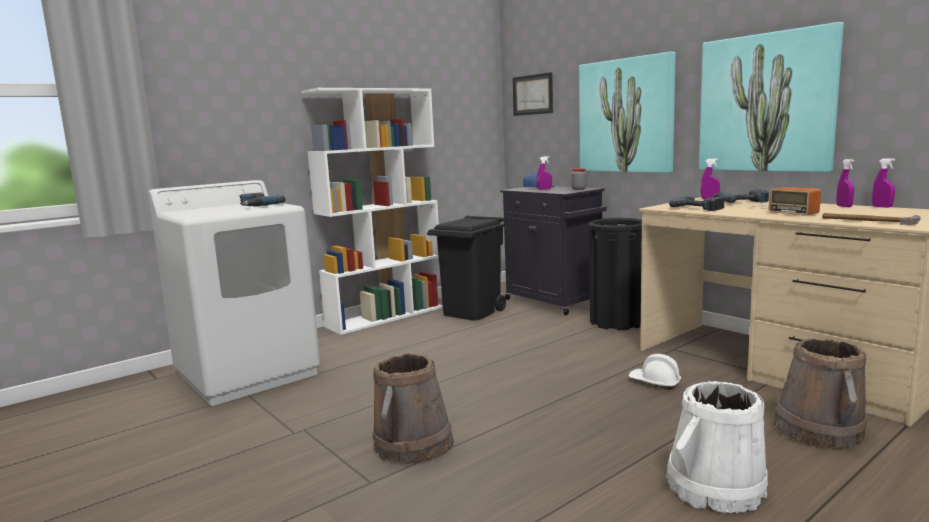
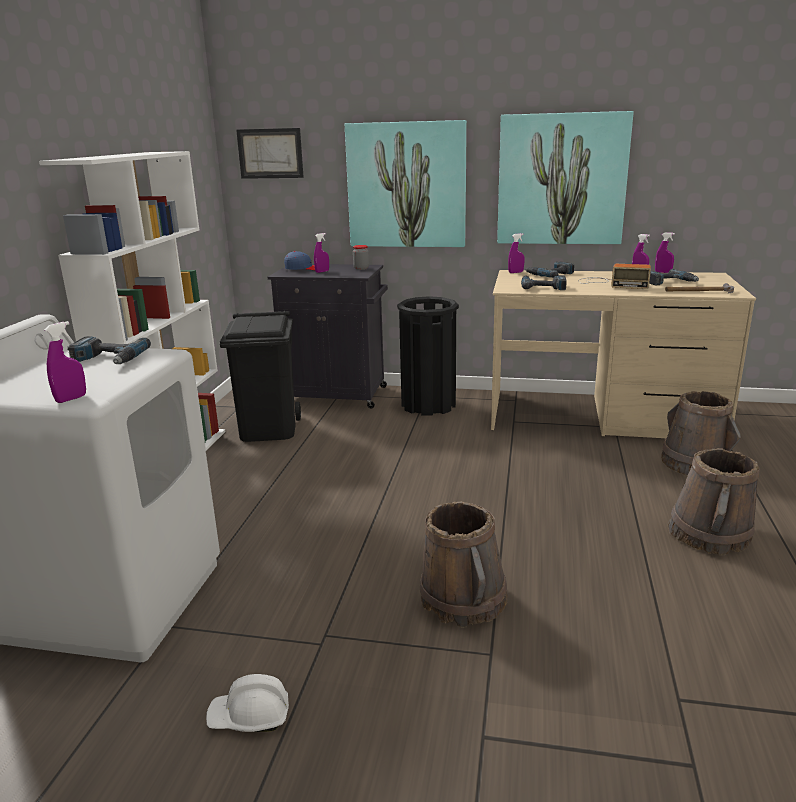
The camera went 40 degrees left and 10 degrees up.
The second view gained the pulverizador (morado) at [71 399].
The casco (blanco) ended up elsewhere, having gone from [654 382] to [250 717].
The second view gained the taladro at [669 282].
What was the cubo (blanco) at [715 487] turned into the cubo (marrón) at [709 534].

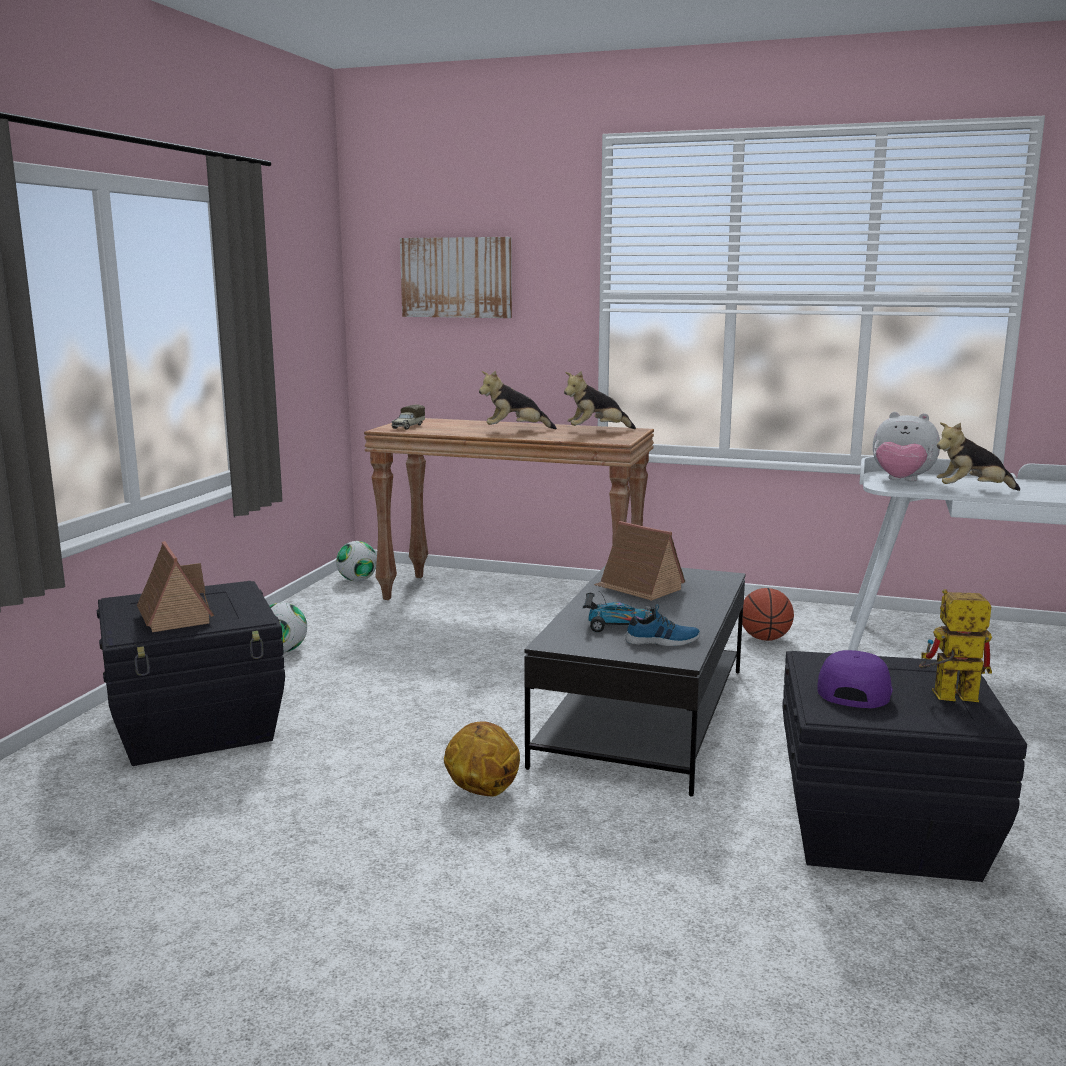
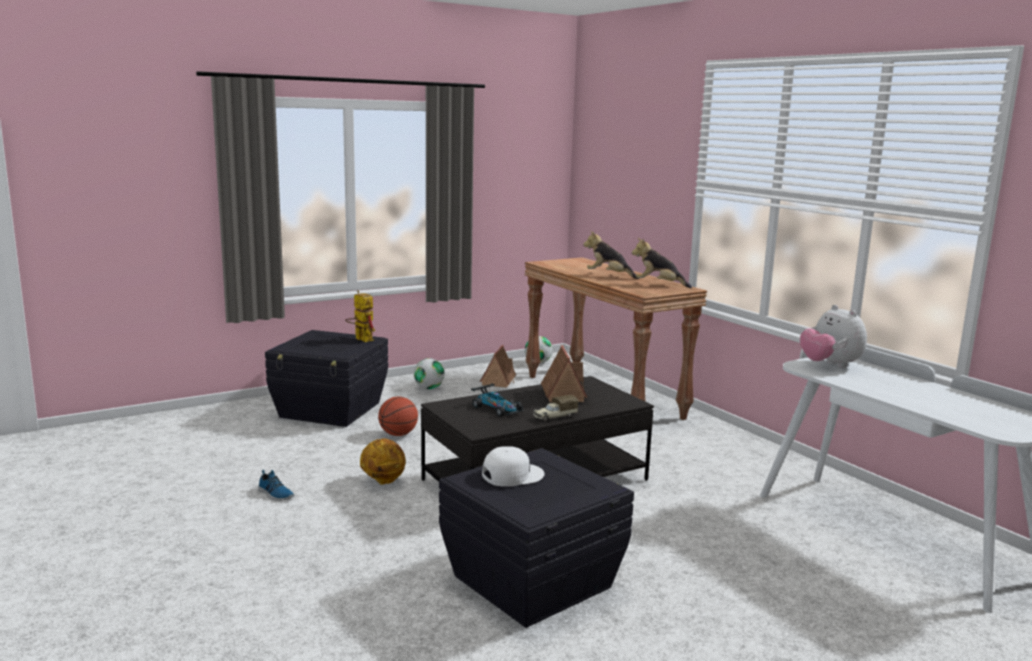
The camera went 40 degrees right and 0 degrees up.
The zapato ended up elsewhere, having gone from [662 641] to [275 494].
The robot de juguete ended up elsewhere, having gone from [946 697] to [360 339].
The balón de baloncesto ended up elsewhere, having gone from [765 639] to [398 434].
The casita ended up elsewhere, having gone from [174 616] to [498 381].
What was the gorra (morado) at [853 690] turned into the gorra (blanco) at [512 475].
The camión de juguete ended up elsewhere, having gone from [407 427] to [554 417].
The second view lost the cuadro at [456 277].
The second view lost the peluche at [972 491].

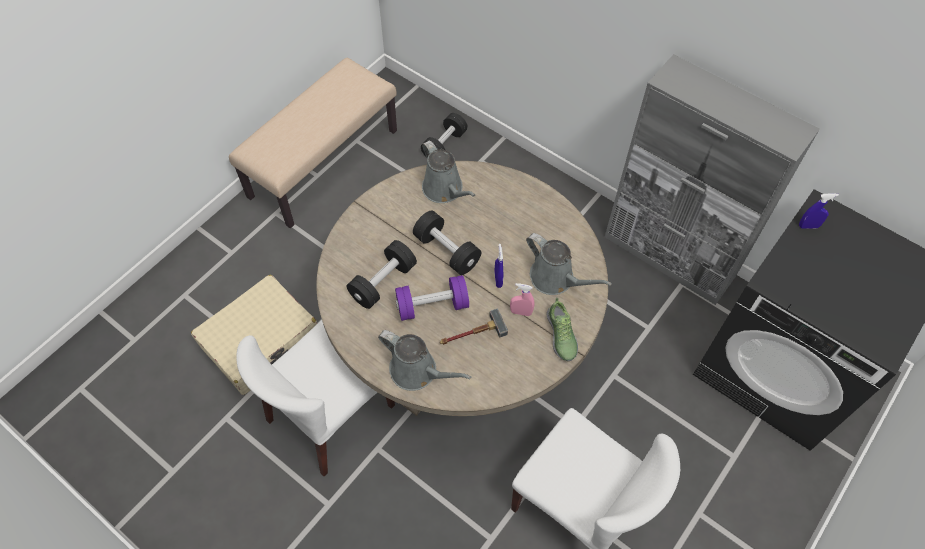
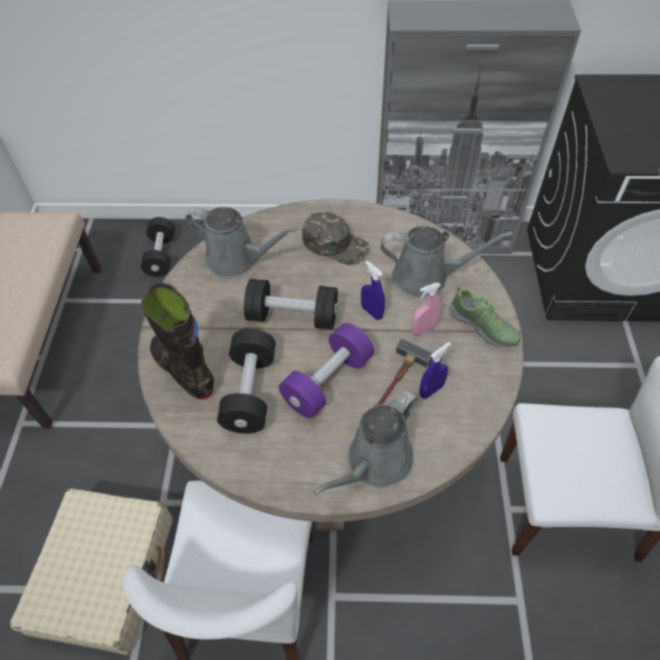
The camera went 35 degrees left and 5 degrees down.
The second view gained the bota (negro) at [184 371].
The second view gained the gorra (verde) at [336 244].
The regadera (gris) at [417 371] ended up facing another way, 135 degrees clockwise from before.
The pulverizador (azul) ended up elsewhere, having gone from [808 226] to [431 390].

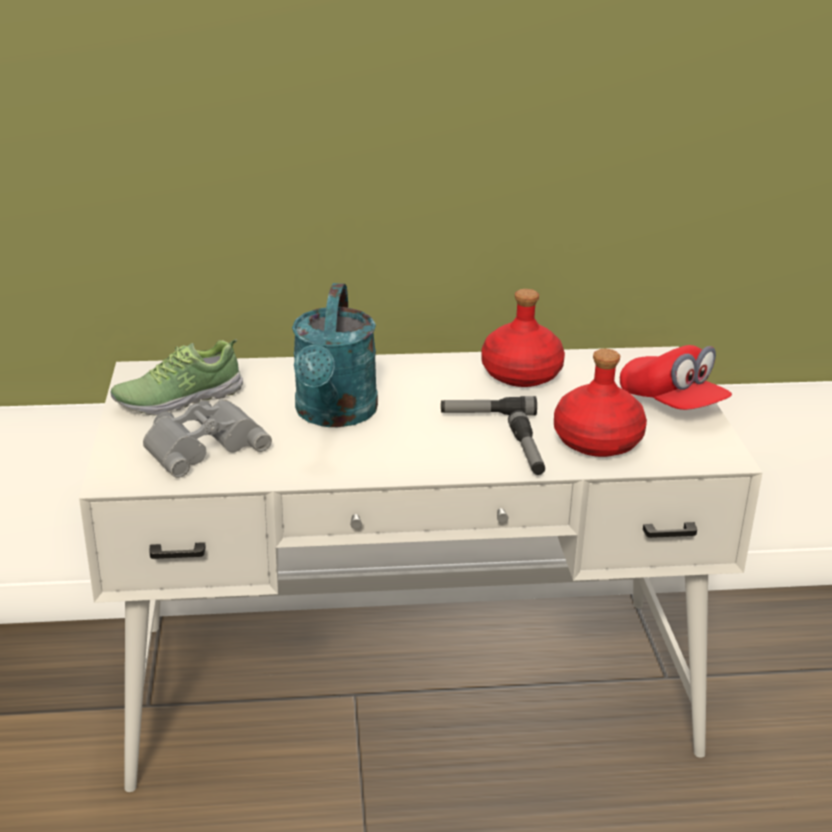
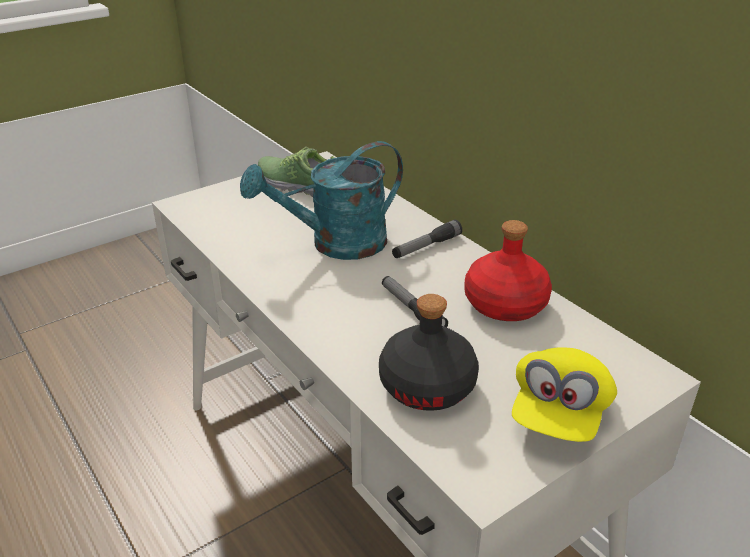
The camera went 60 degrees right and 5 degrees up.
What was the botella (rojo) at [596 441] turned into the botella (negro) at [427 385].
The linterna ended up elsewhere, having gone from [527 452] to [426 247].
What was the gorra (rojo) at [671 404] turned into the gorra (amarillo) at [558 413].
The second view lost the prismáticos (gris) at [203 445].

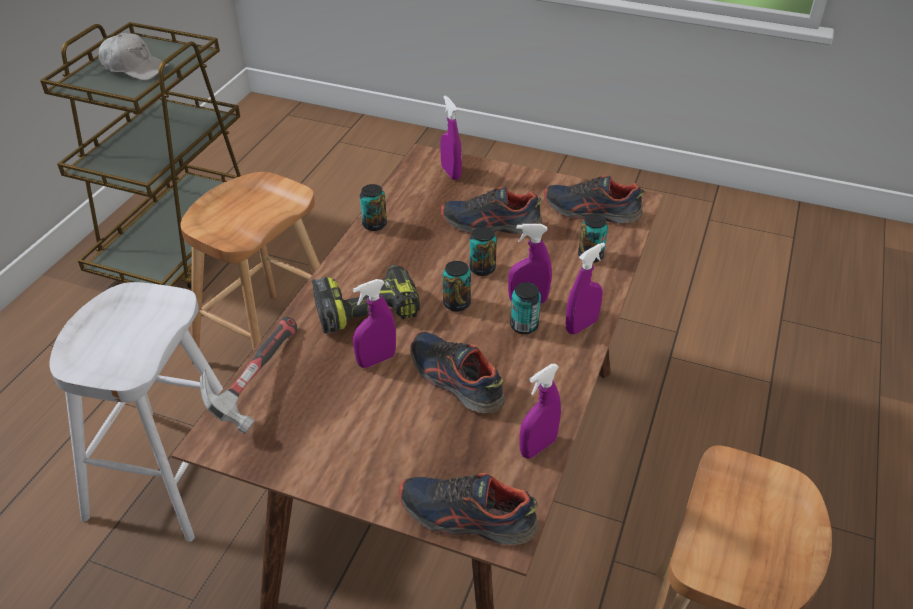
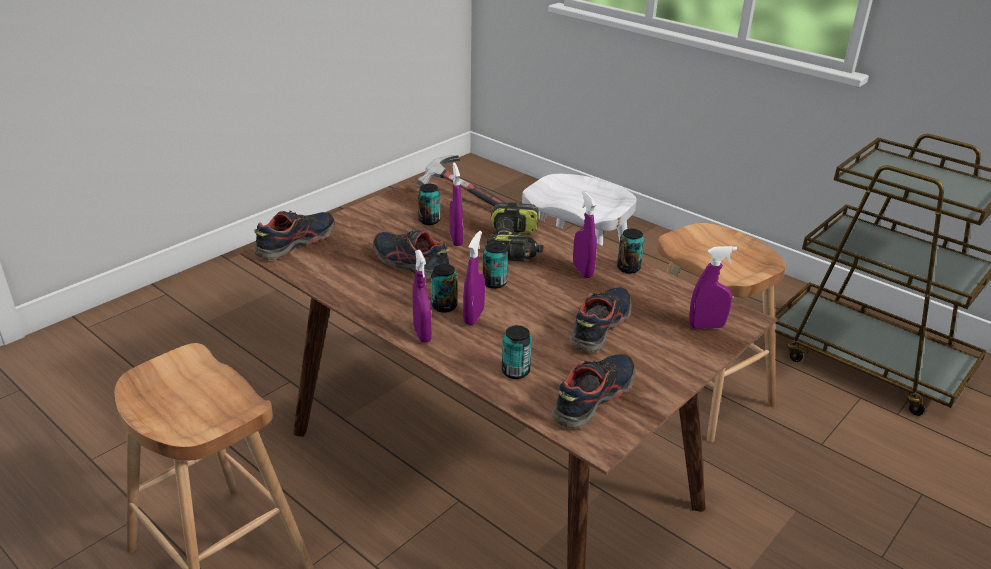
The camera went 110 degrees right and 10 degrees down.
The zapato at [455 380] ended up facing another way, 120 degrees counterclockwise from before.
The lata ended up elsewhere, having gone from [482 269] to [429 221].
The pulverizador (morado) ended up elsewhere, having gone from [538 447] to [582 271].
The second view lost the gorra (blanco) at [135 67].

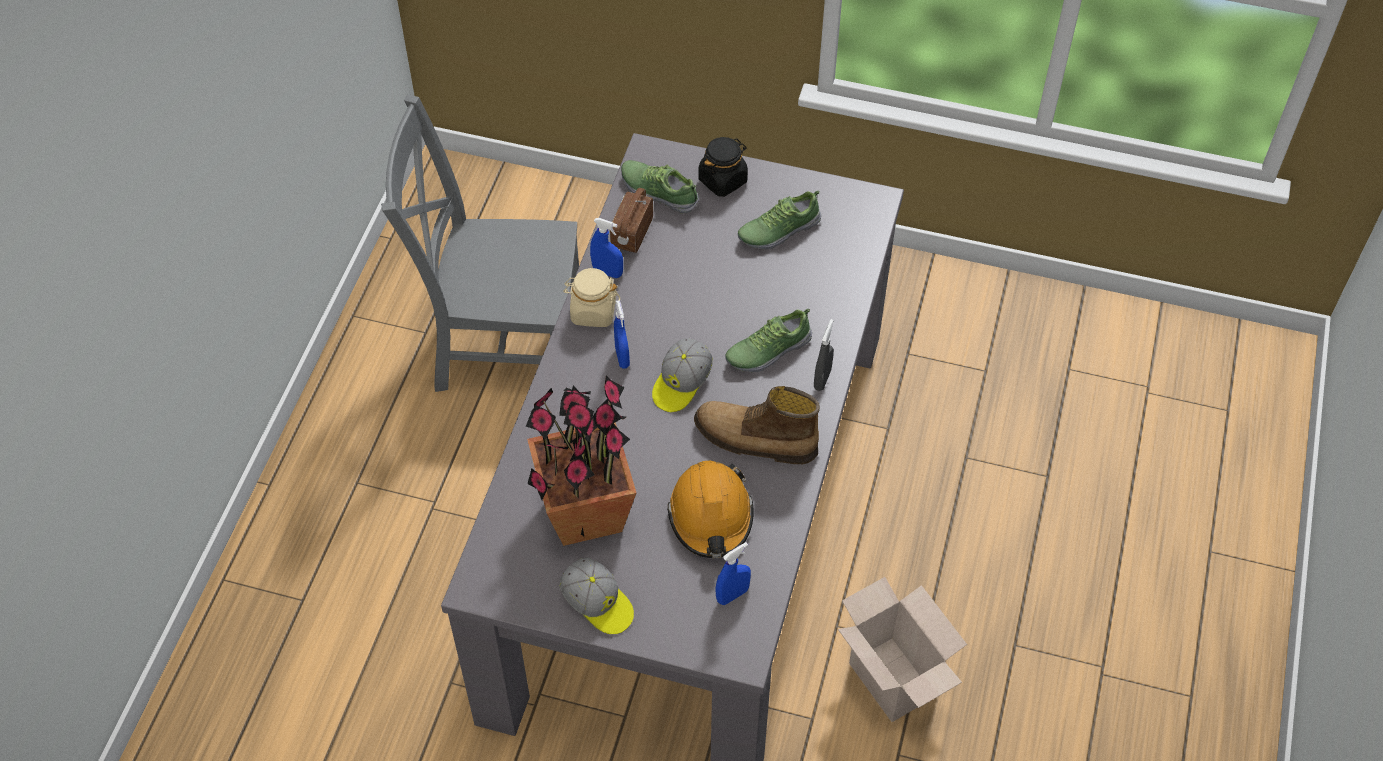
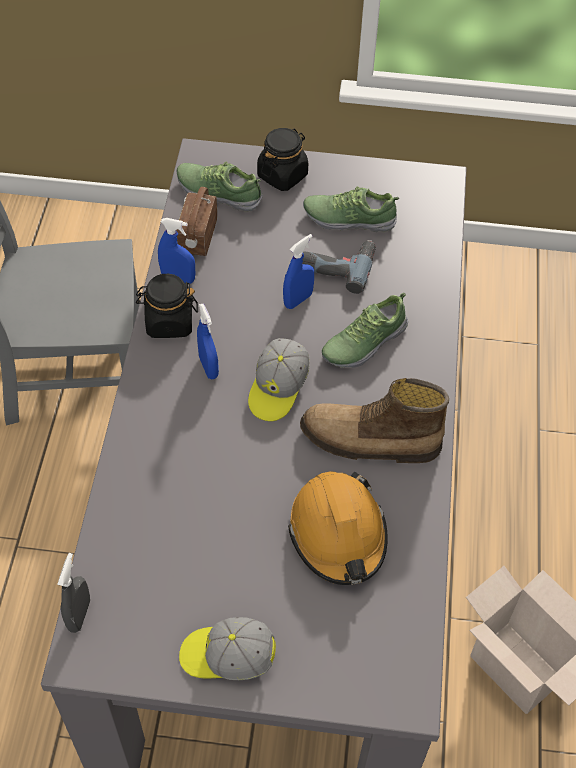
The camera went 10 degrees left and 0 degrees up.
The pulverizador (gris) ended up elsewhere, having gone from [822 379] to [79 615].
What was the tarro (beis) at [593 312] turned into the tarro (negro) at [169 322].
The gorra at [598 603] ended up facing another way, 150 degrees clockwise from before.
The pulverizador (azul) ended up elsewhere, having gone from [732 595] to [298 300].
The second view gained the taladro at [337 264].
The zapato at [778 230] ended up facing another way, 45 degrees clockwise from before.
The second view lost the planta en maceta at [585 513].

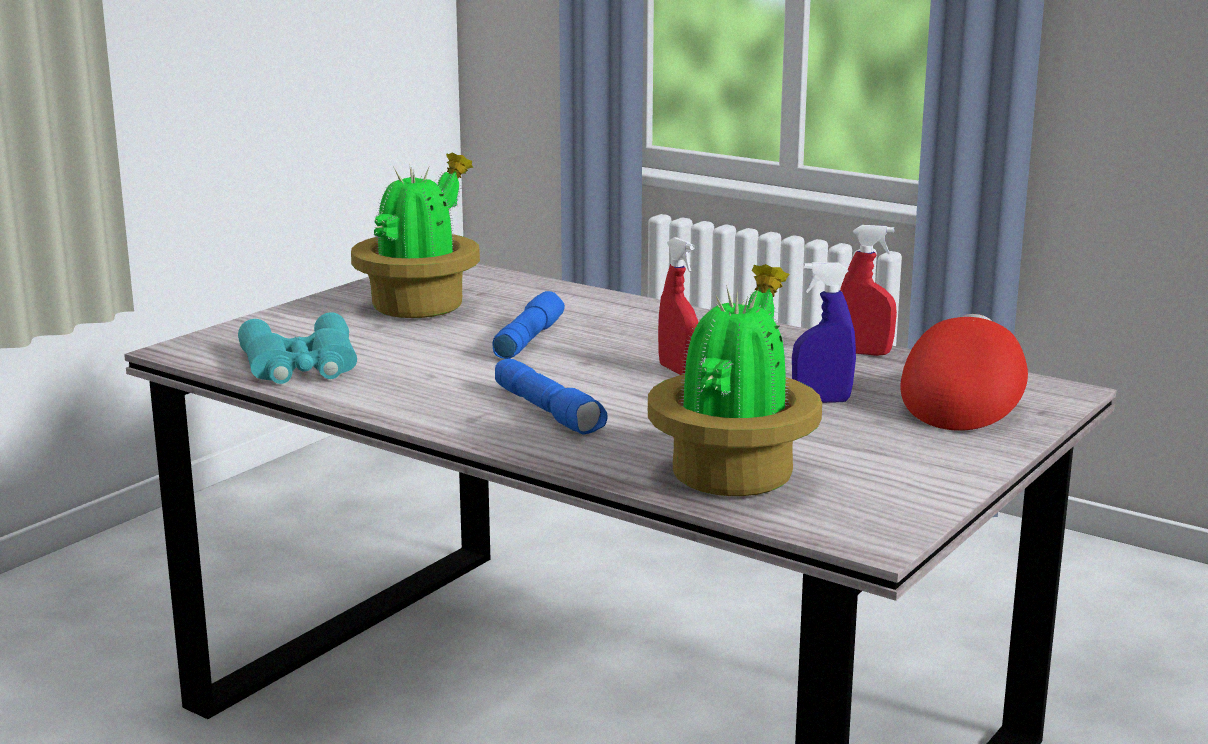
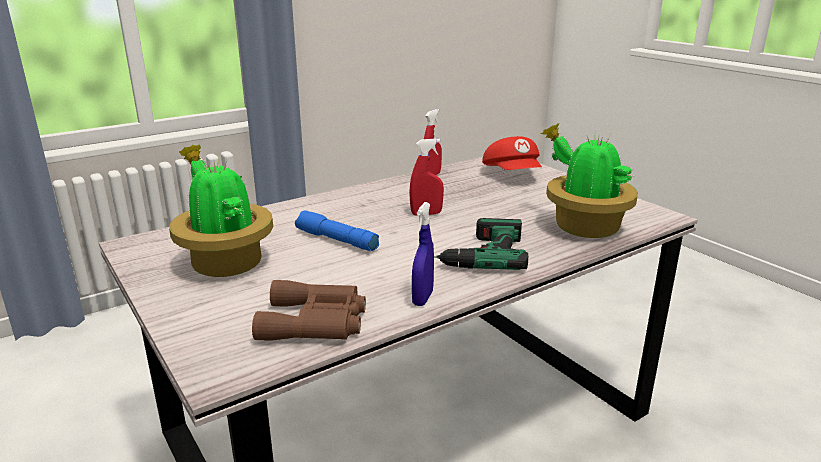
The camera went 70 degrees left and 5 degrees up.
What was the prismáticos (turquesa) at [299 365] turned into the prismáticos (marrón) at [316 322].
The pulverizador (azul) ended up elsewhere, having gone from [821 401] to [422 298].
Where the linterna (azul) stood at [549 411], the taladro came to stand at [472 253].
The gorra (rojo) at [962 405] ended up facing another way, 150 degrees counterclockwise from before.

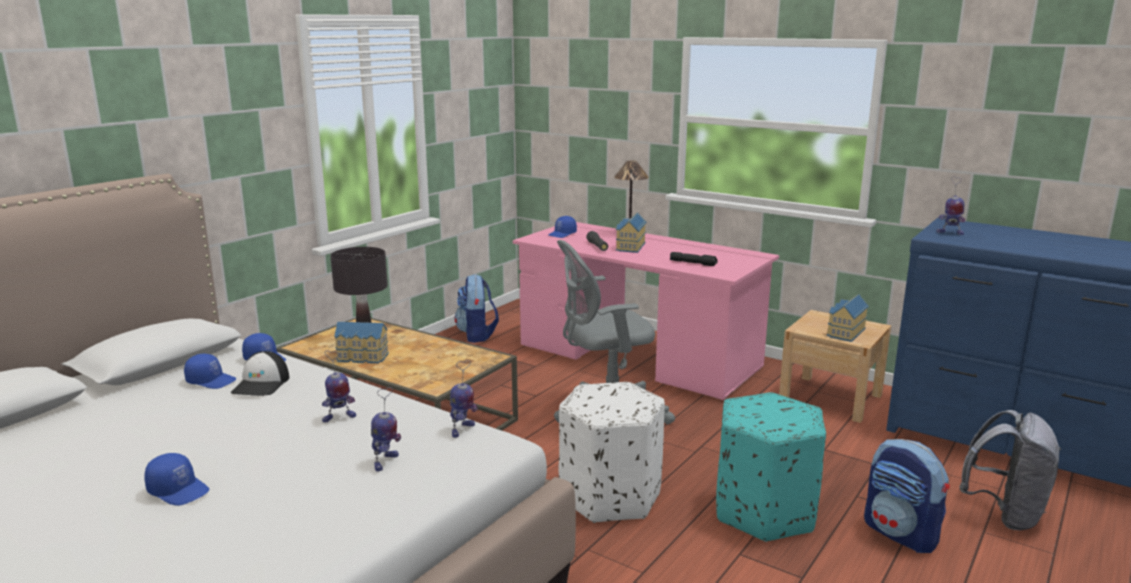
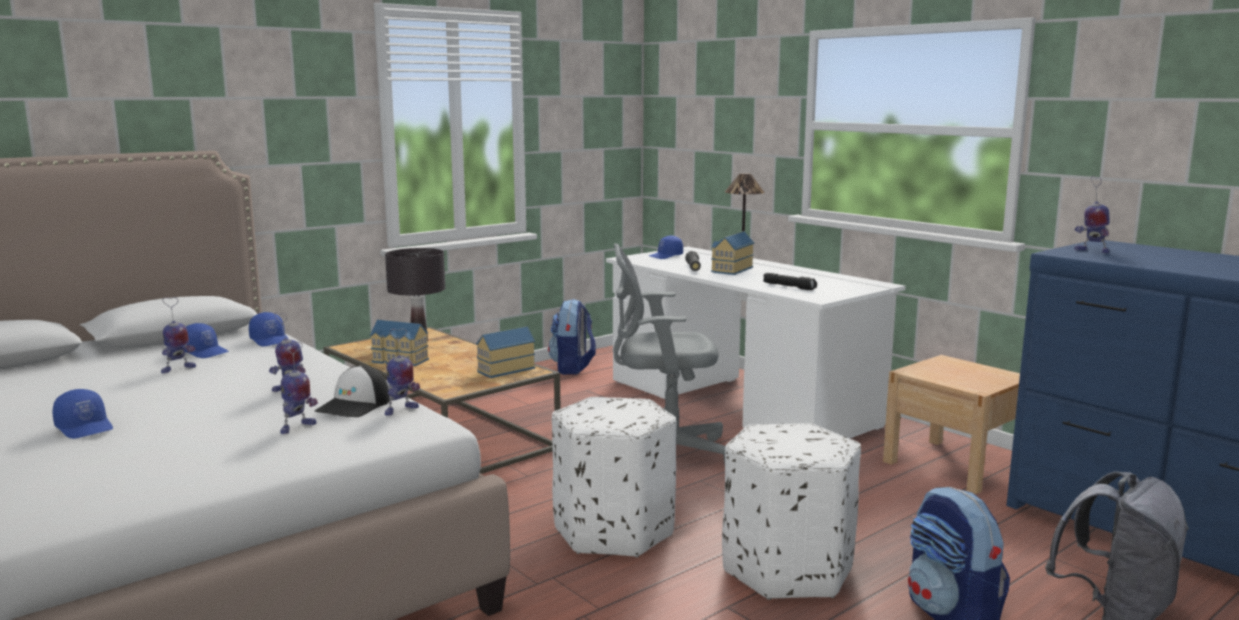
The camera went 15 degrees right and 5 degrees down.
The second view gained the robot de juguete at [177 369].
The gorra ended up elsewhere, having gone from [261 384] to [354 406].
The casita ended up elsewhere, having gone from [844 332] to [504 369].
What was the escritorio (rosa) at [638 356] turned into the escritorio (blanco) at [741 403].
What was the puf (turquesa) at [765 512] turned into the puf (blanco) at [788 570].

